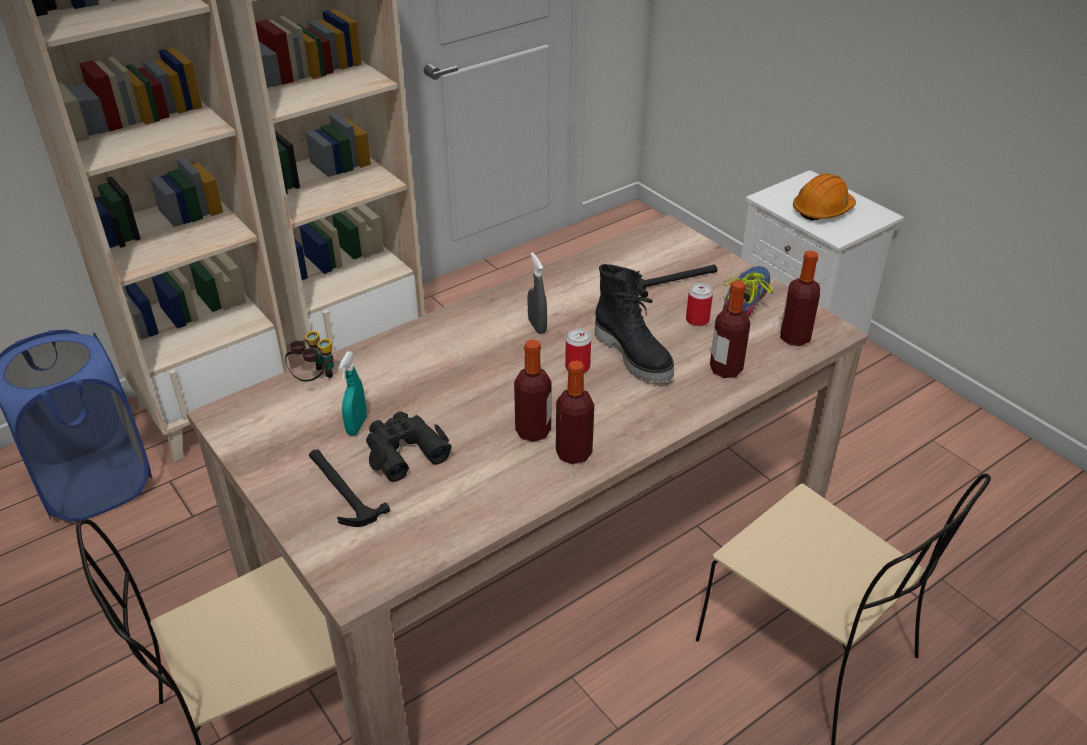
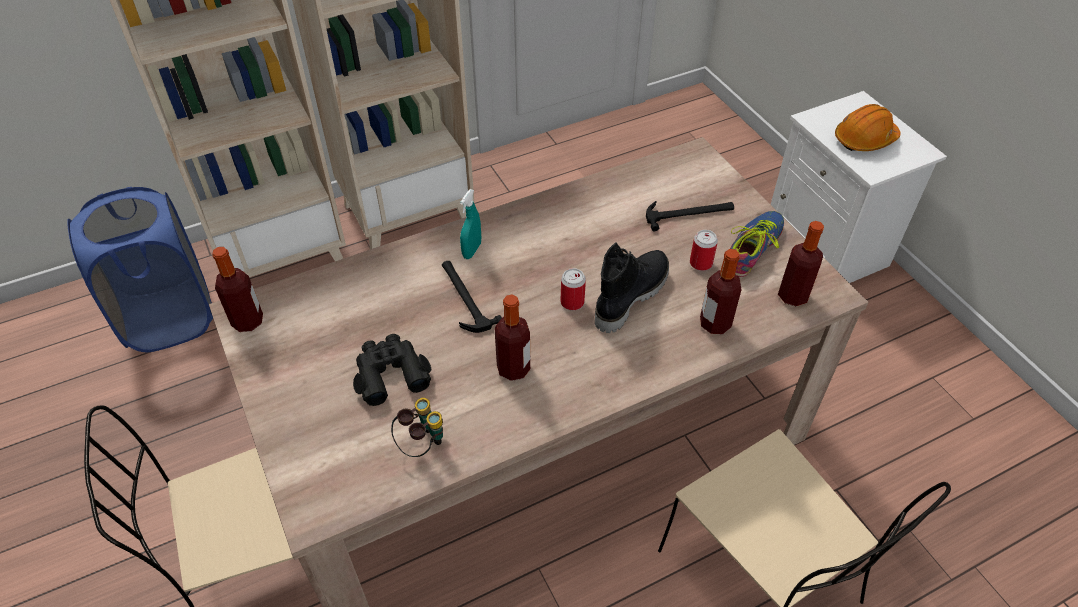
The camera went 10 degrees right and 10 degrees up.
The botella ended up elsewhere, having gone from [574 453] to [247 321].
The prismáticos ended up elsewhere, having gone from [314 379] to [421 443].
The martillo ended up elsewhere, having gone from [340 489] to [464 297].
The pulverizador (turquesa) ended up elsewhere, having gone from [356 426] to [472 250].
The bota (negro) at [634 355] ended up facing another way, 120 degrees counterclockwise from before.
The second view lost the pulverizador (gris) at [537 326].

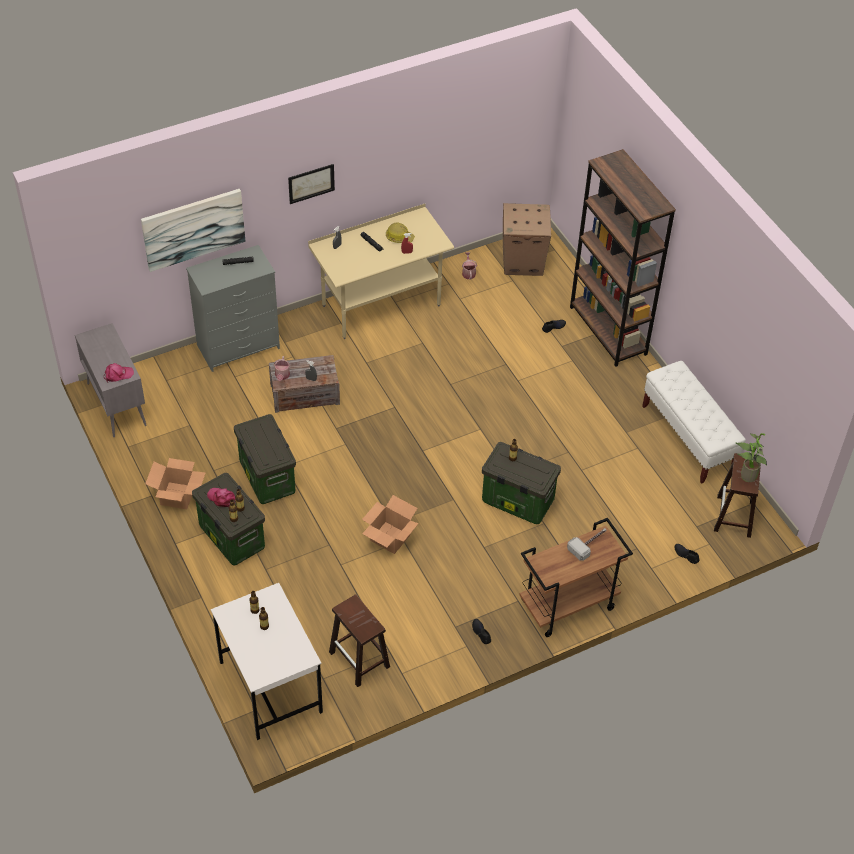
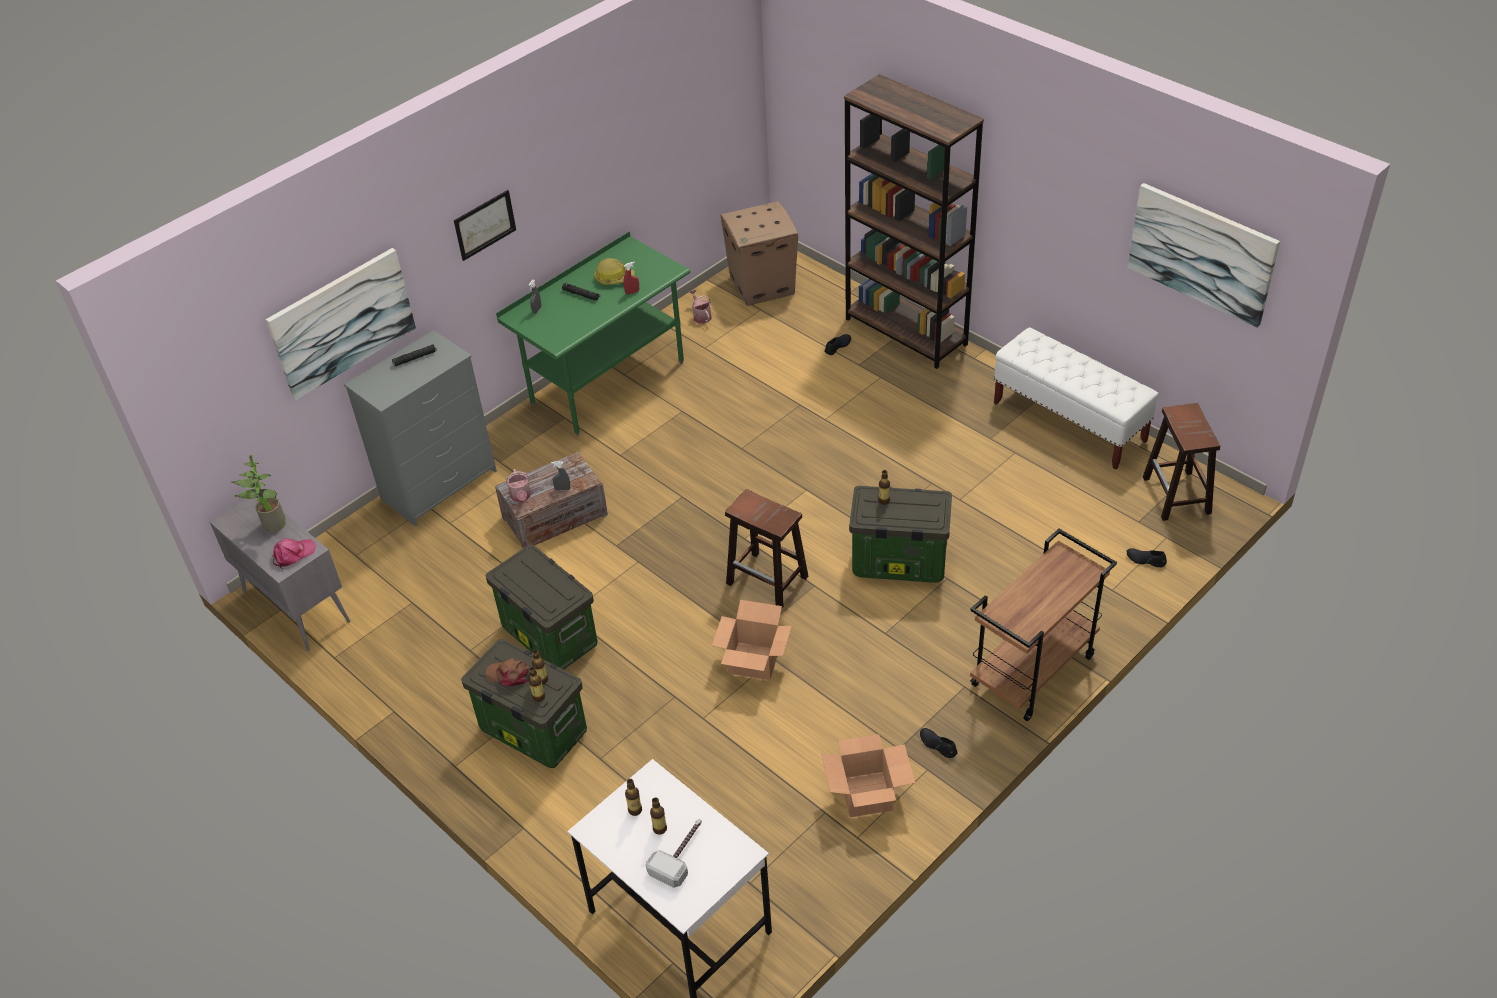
The camera went 15 degrees left and 5 degrees down.
The planta en maceta ended up elsewhere, having gone from [746 476] to [271 525].
What was the gorra (rosa) at [222 498] turned into the gorra (marrón) at [510 675].
What was the escritorio (beis) at [381 305] turned into the escritorio (verde) at [607 383].
The martillo ended up elsewhere, having gone from [589 544] to [681 854].
The taburete (marrón) ended up elsewhere, having gone from [360 660] to [768 580].
The caja de cartón ended up elsewhere, having gone from [177 495] to [866 794].
The second view gained the cuadro at [1202 253].

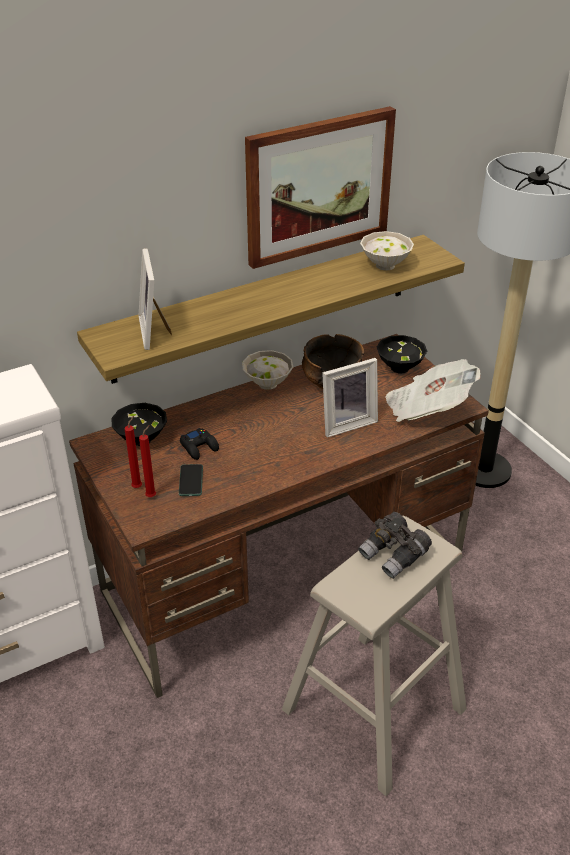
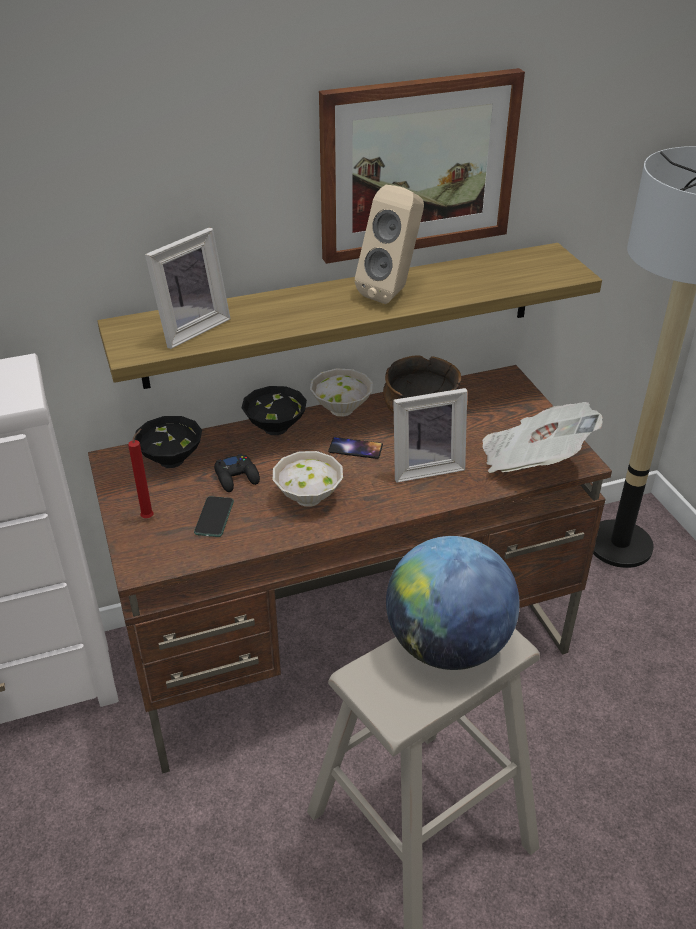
The camera went 10 degrees right and 0 degrees up.
The portarretratos at [156 331] ended up facing another way, 135 degrees counterclockwise from before.
The cuenco (negro) ended up elsewhere, having gone from [398 368] to [274 428].
The cuenco (blanco) ended up elsewhere, having gone from [385 266] to [307 499].
The second view gained the móvil at [355 448].
The second view gained the altavoz (beis) at [392 292].
Where the prismáticos (gris) stood at [394 555], the globo terráqueo came to stand at [447 645].
The second view lost the vela (rojo) at [152 496].

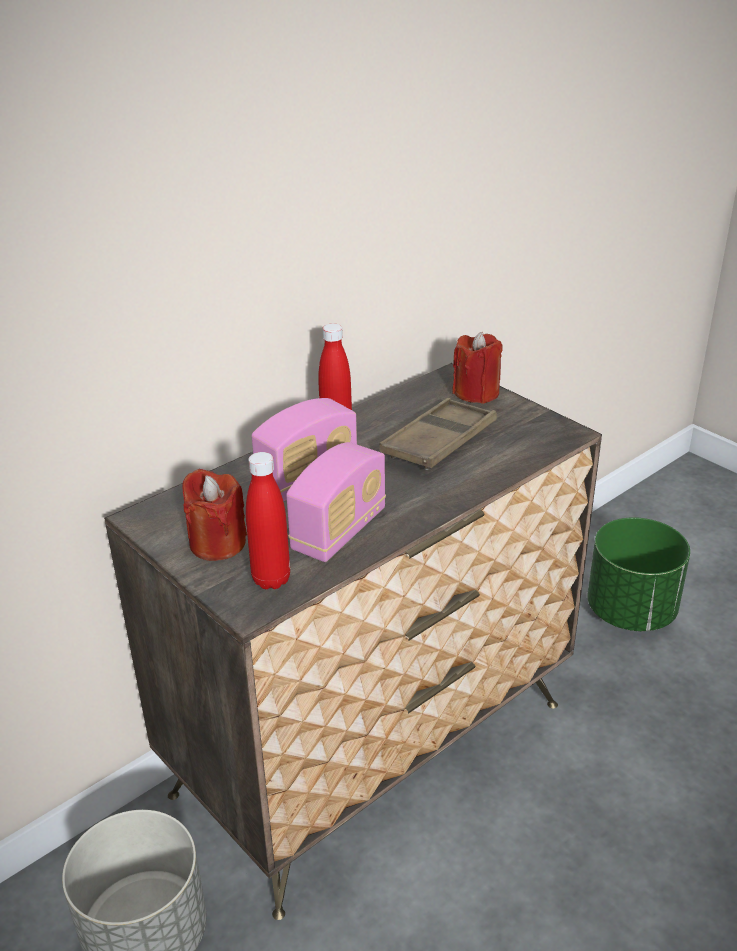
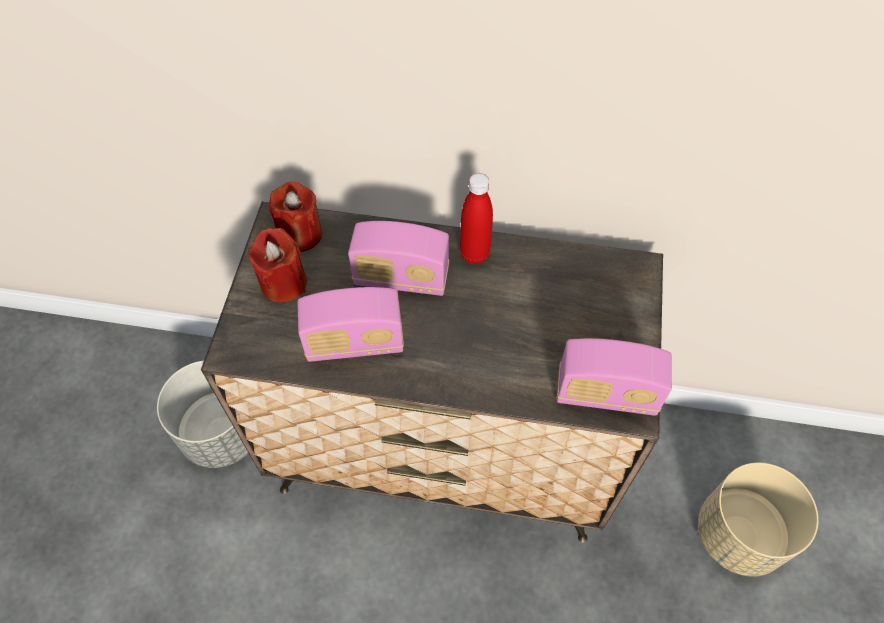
The camera went 50 degrees right and 25 degrees up.
The vela (rojo) ended up elsewhere, having gone from [476 393] to [300 234].
The second view gained the radio at [606 394].
What was the maceta (verde) at [631 611] turned into the maceta (beis) at [739 534].
The second view lost the botella (rojo) at [271 579].
The second view lost the bandeja (marrón) at [439 441].

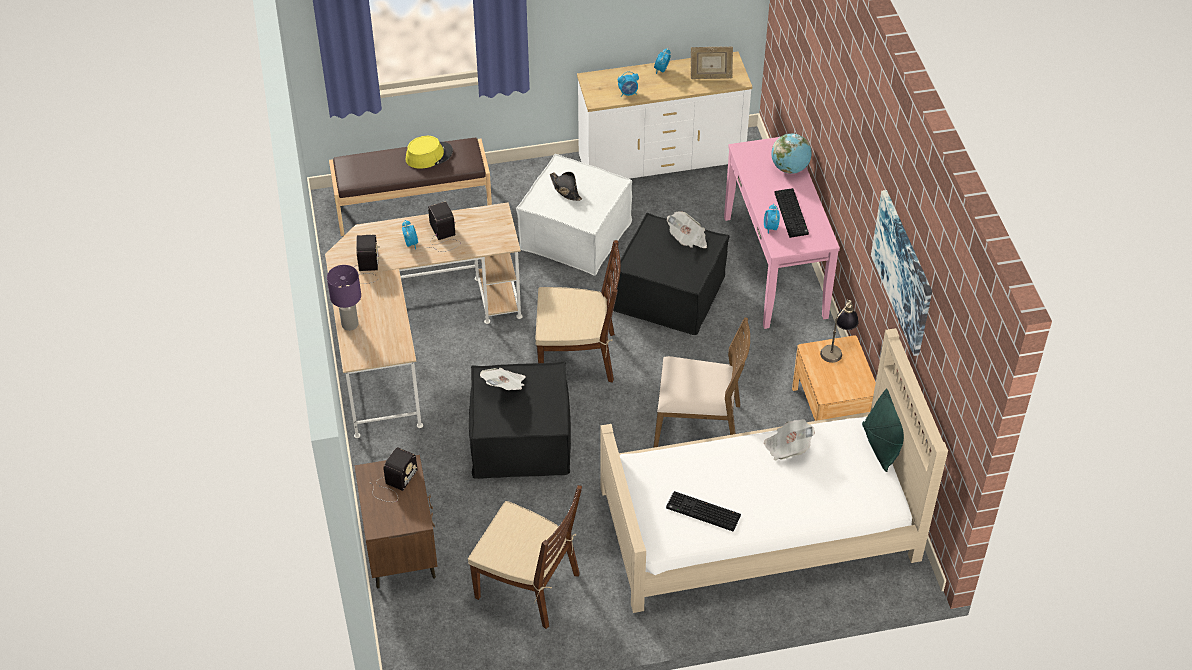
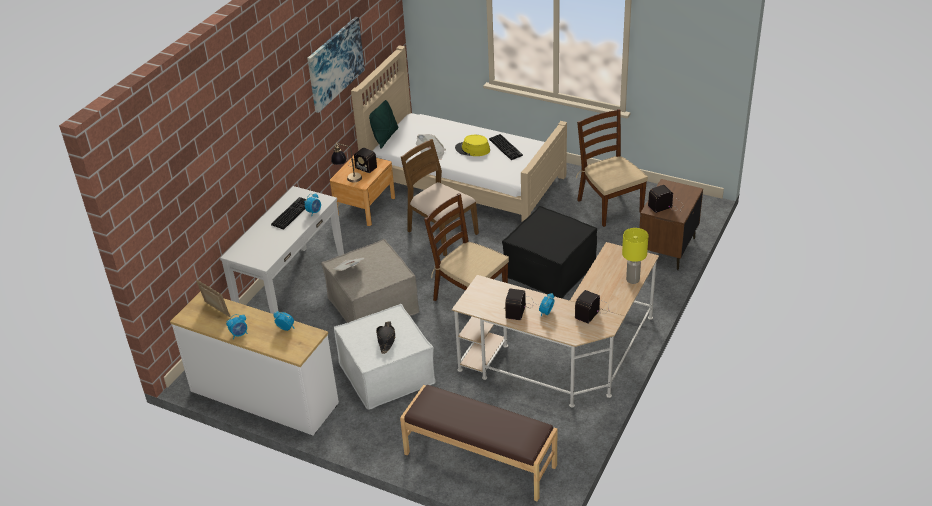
The camera went 140 degrees left and 10 degrees down.
What was the mesa consola (rosa) at [775 266] turned into the mesa consola (blanco) at [291 289].
What was the puf (negro) at [669 293] turned into the puf (beis) at [373 305].
The second view gained the radio at [361 165].
The sombrero (amarillo) ended up elsewhere, having gone from [429 155] to [472 149].
What was the lámpara de mesa (morado) at [349 324] turned into the lámpara de mesa (amarillo) at [633 280].
The second view lost the periódico at [505 386].
The second view lost the globo terráqueo at [790 168].

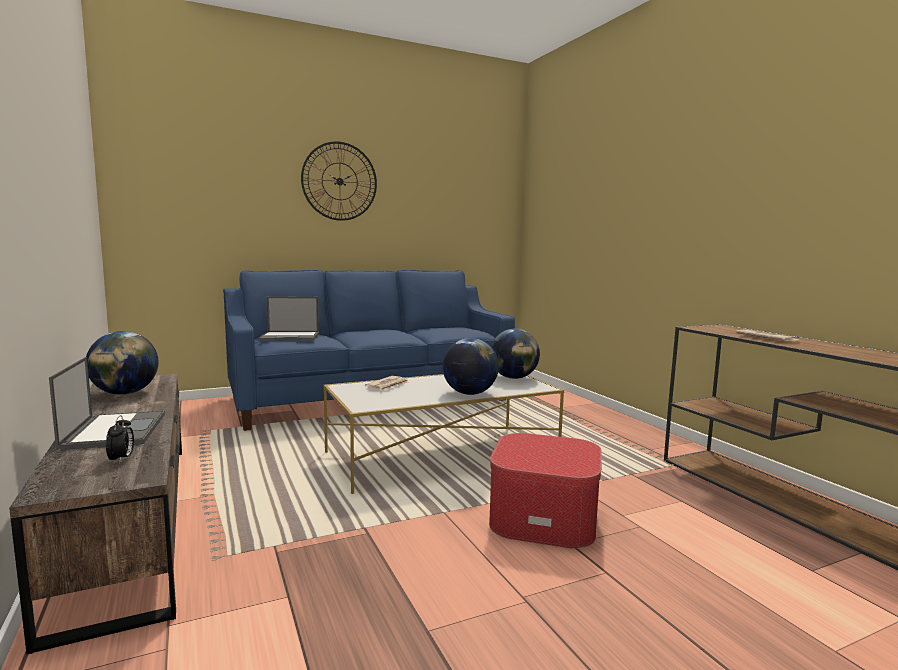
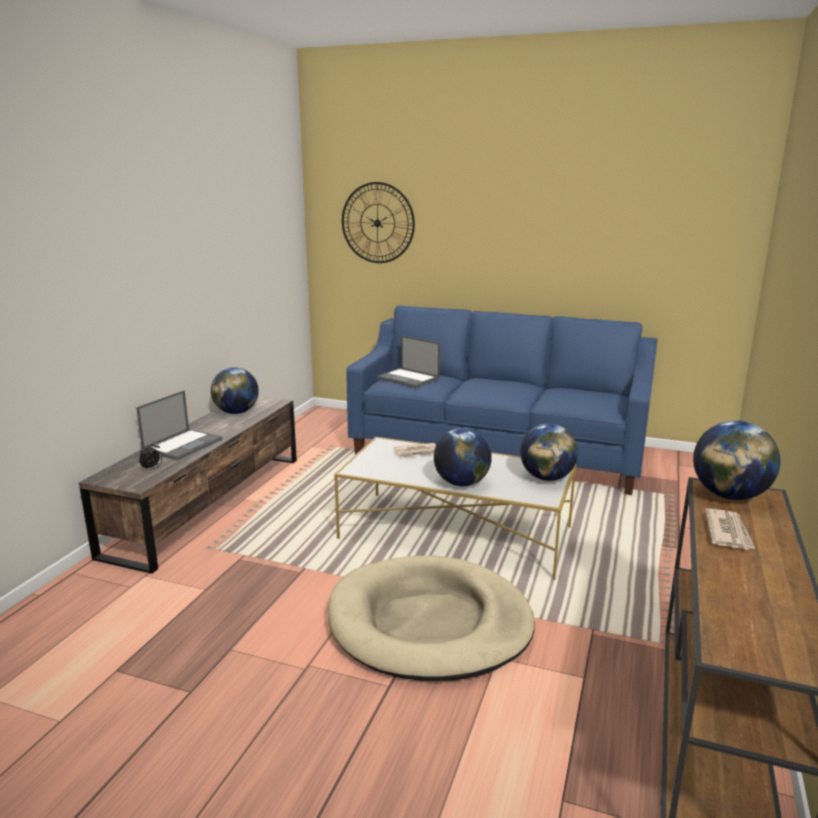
The camera went 45 degrees right and 10 degrees up.
Where the puf stood at [544 517], the cama para perro (beis) came to stand at [429 623].
The reloj de pared ended up elsewhere, having gone from [339 181] to [377 223].
The second view gained the globo terráqueo at [729 496].

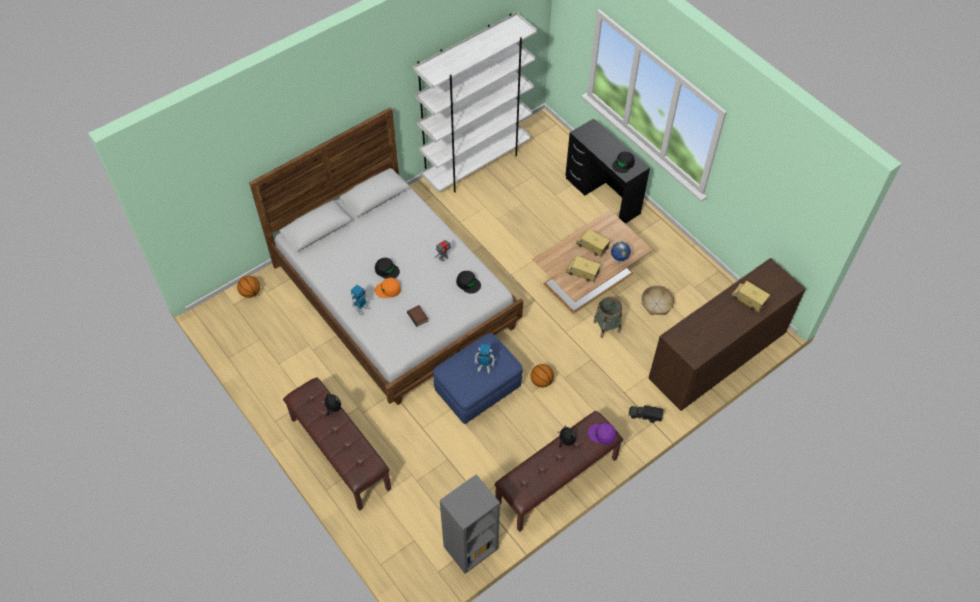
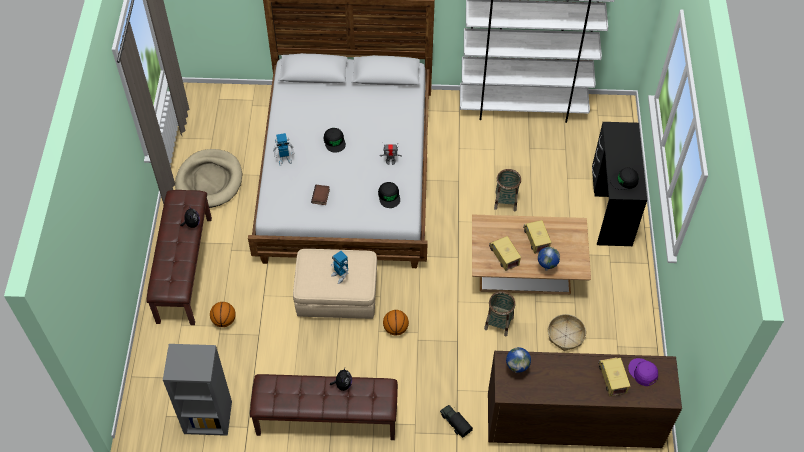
The camera went 40 degrees right and 0 degrees up.
The second view gained the cama para perro (beis) at [209 181].
The balón de baloncesto ended up elsewhere, having gone from [250 292] to [224 320].
What was the puf (azul) at [478 389] turned into the puf (beis) at [337 297].
The second view gained the cesta at [505 201].
The second view gained the globo terráqueo at [516 370].
The gorra (morado) ended up elsewhere, having gone from [602 434] to [643 372].
The second view lost the gorra (naranja) at [388 289].

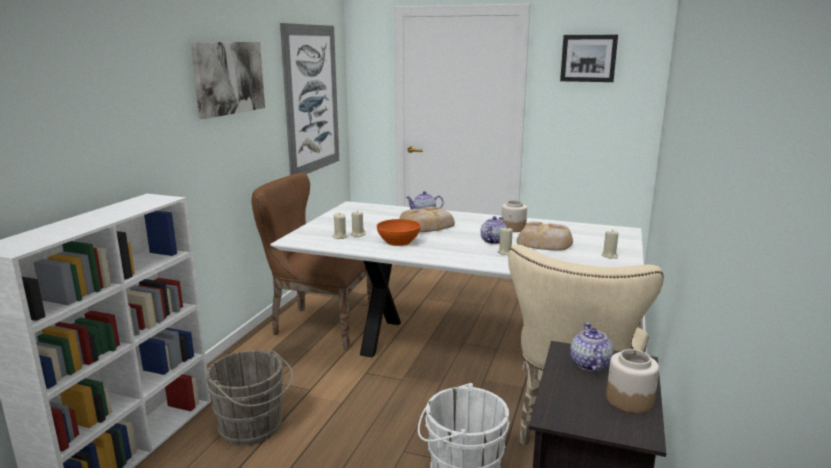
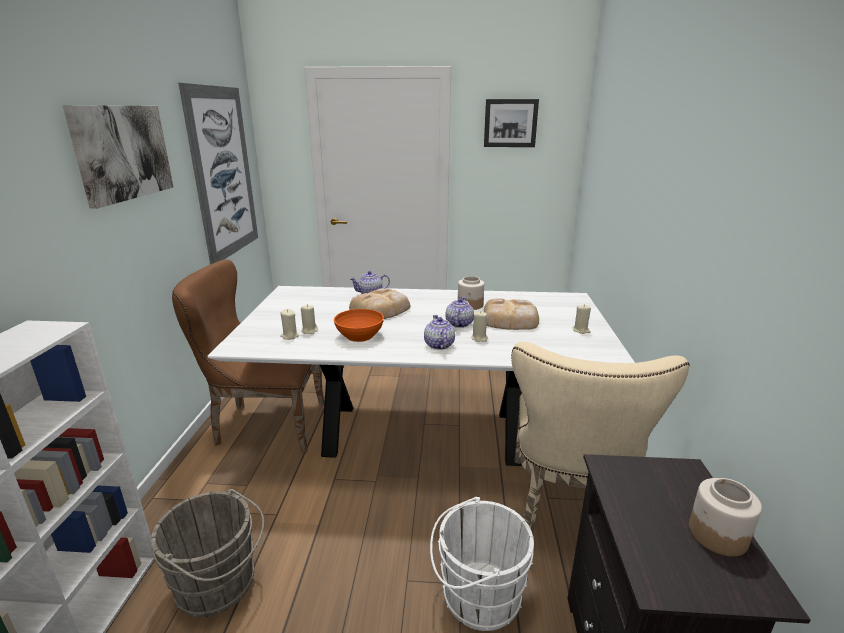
The camera went 15 degrees left and 5 degrees up.
The tetera ended up elsewhere, having gone from [589 364] to [439 345].

